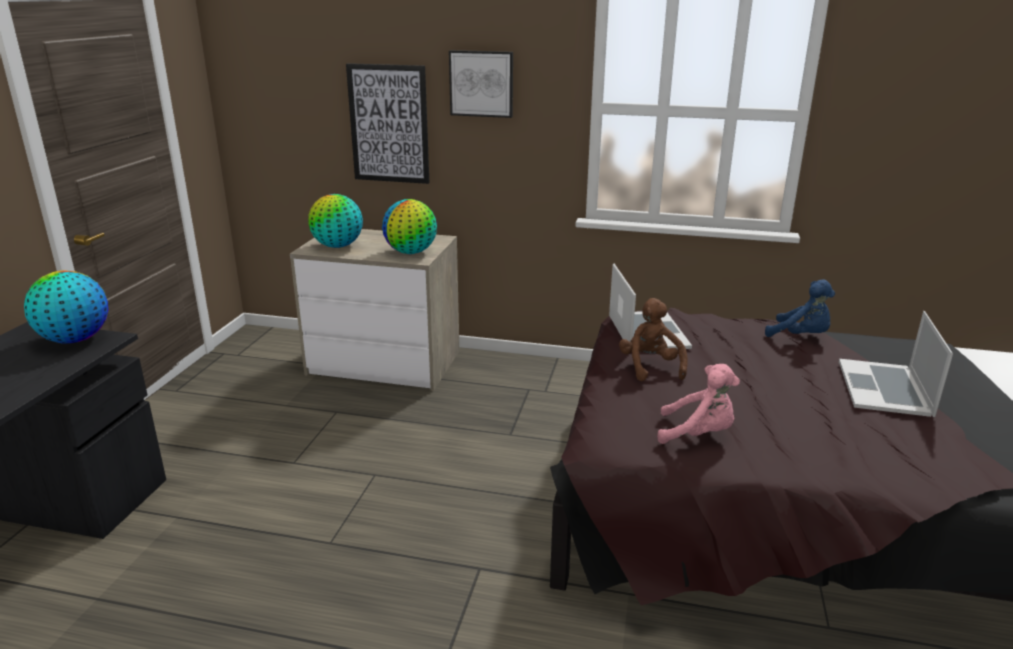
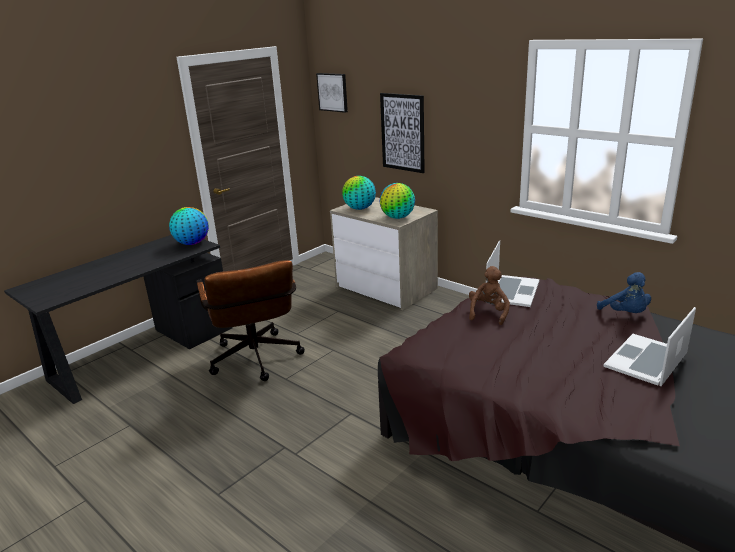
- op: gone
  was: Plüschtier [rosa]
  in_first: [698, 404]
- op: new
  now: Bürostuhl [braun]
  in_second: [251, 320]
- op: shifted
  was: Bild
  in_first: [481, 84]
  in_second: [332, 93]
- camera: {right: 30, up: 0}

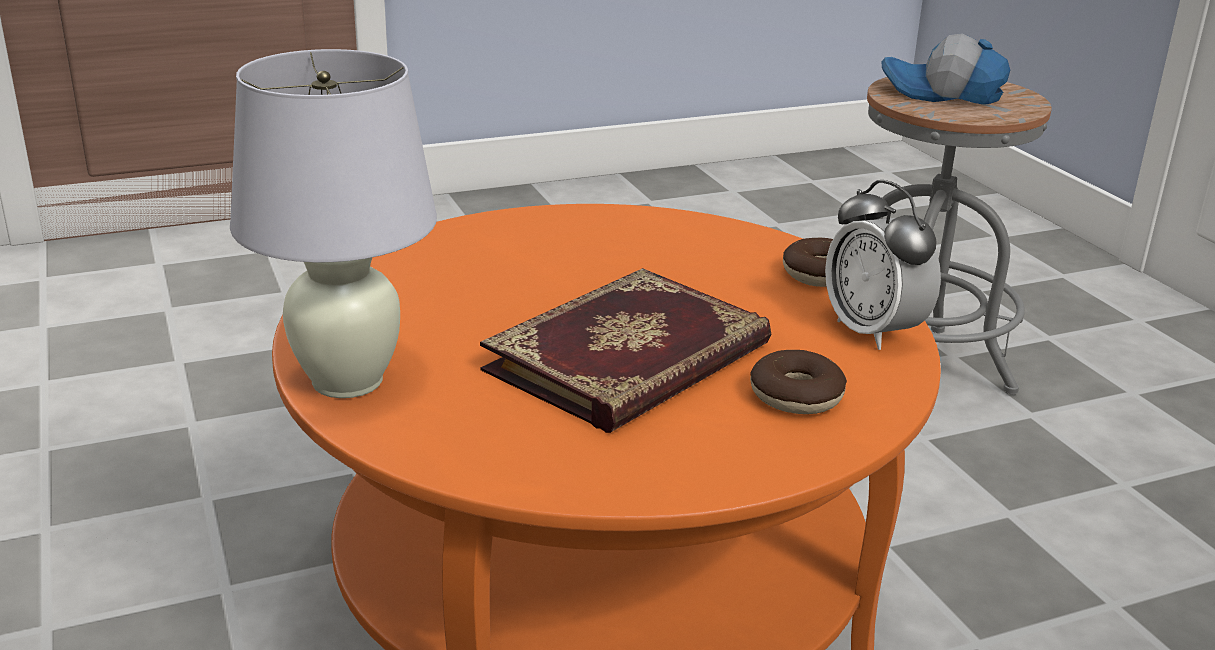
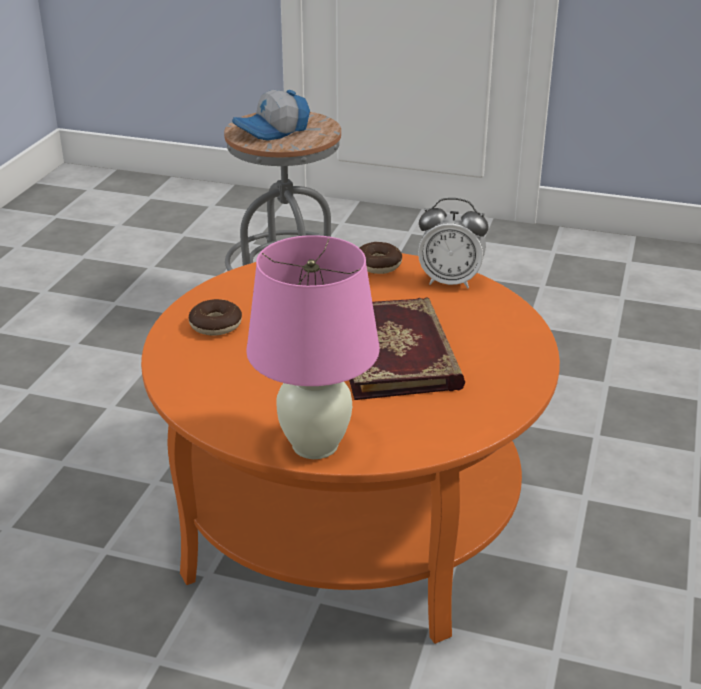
- op: shifted
  was: Donut
  in_first: [798, 382]
  in_second: [215, 317]
- op: repainted
  was: Tischlampe [weiß]
  now: Tischlampe [rosa]
  in_first: [333, 223]
  in_second: [313, 347]
- camera: {right: -50, up: 5}

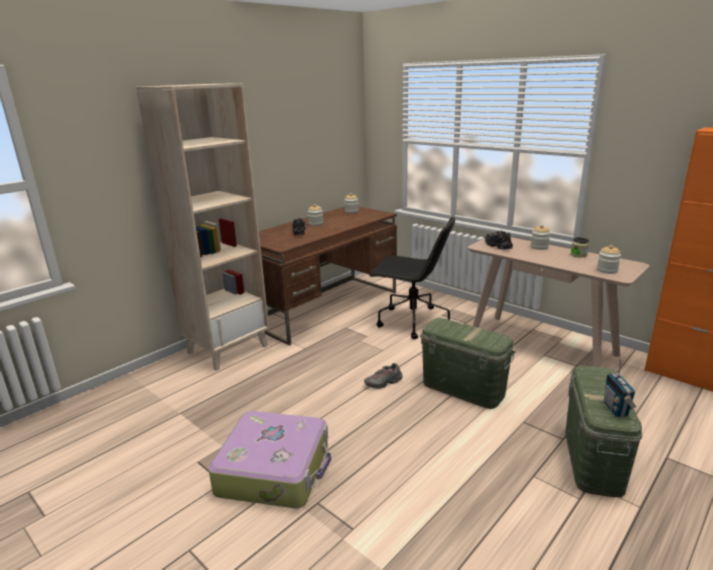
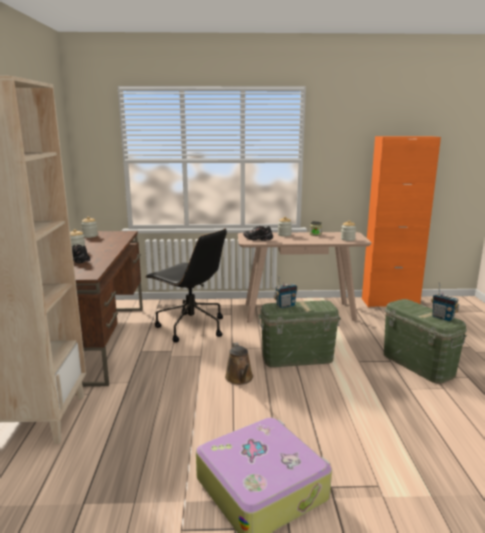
- op: new
  now: Radio
  in_second: [286, 291]
- op: swapped
  was: Schuh [grau]
  now: Gießkanne [braun]
  in_first: [383, 376]
  in_second: [239, 364]
- op: rotated
  was: Bürostuhl [schwarz]
  in_first: [412, 277]
  in_second: [186, 286]
  clockwise: 60
- camera: {right: -45, up: -5}

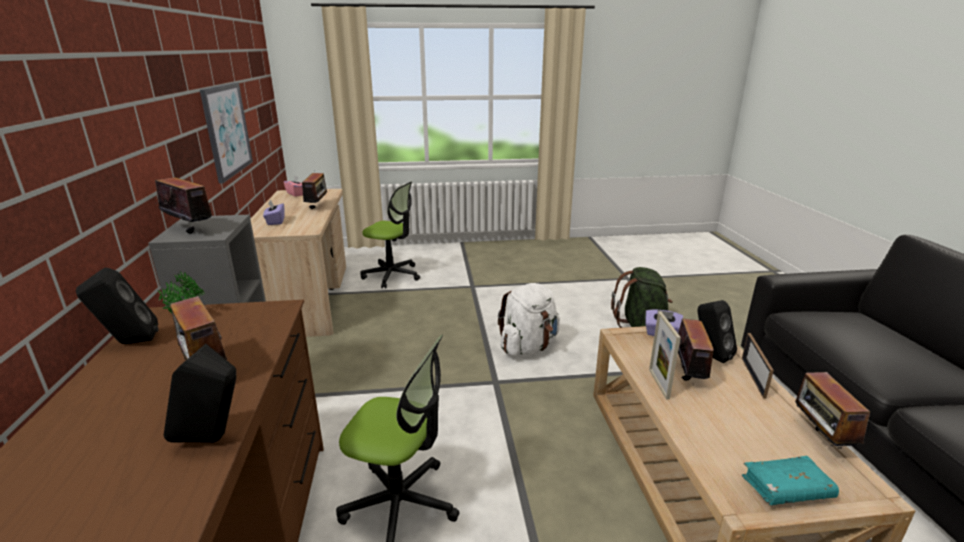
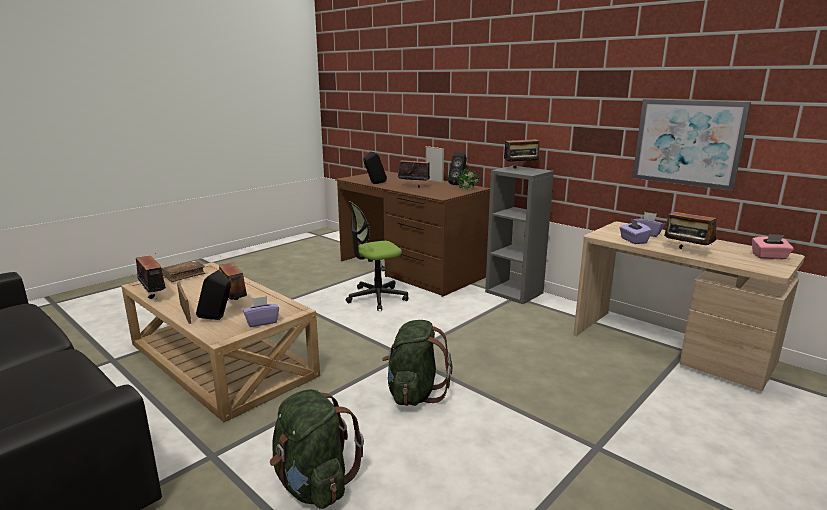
- op: gone
  was: Bürostuhl
  in_first: [390, 235]
- op: new
  now: Taschentuchbox [lila]
  in_second: [635, 231]
- op: shifted
  was: Bilderrahmen
  in_first: [665, 355]
  in_second: [435, 164]
- op: repainted
  was: Rucksack [weiß]
  now: Rucksack [grün]
  in_first: [529, 319]
  in_second: [417, 363]
- op: repainted
  was: Buch [türkis]
  now: Buch [braun]
  in_first: [790, 480]
  in_second: [183, 271]
- camera: {right: 140, up: -5}

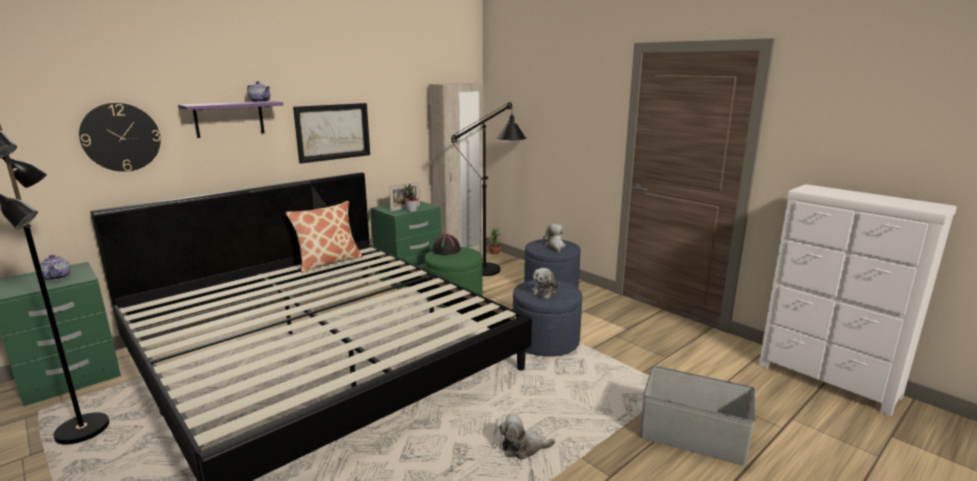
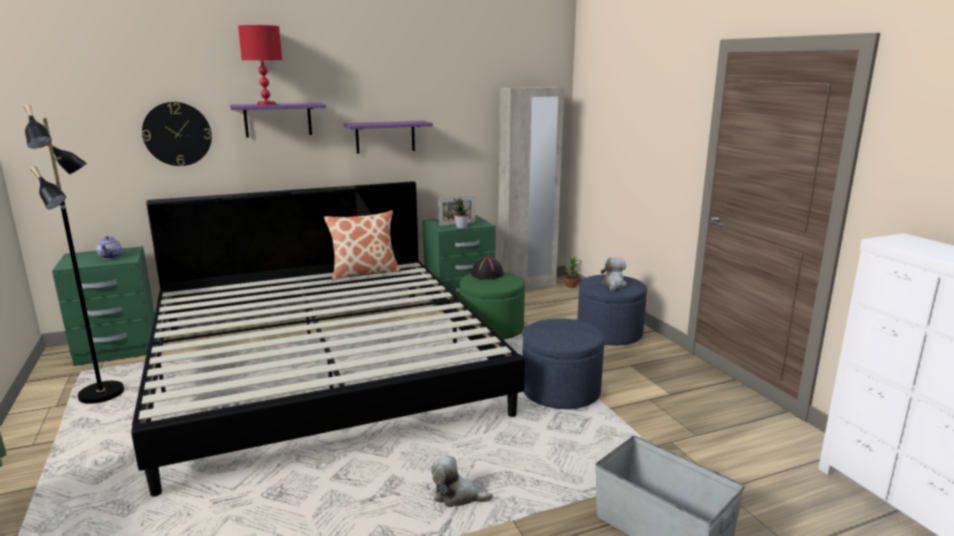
- op: gone
  was: Teekanne
  in_first: [258, 91]
- op: gone
  was: Stehlampe [schwarz]
  in_first: [488, 189]
- op: gone
  was: Plüschtier
  in_first: [545, 283]
- op: new
  now: Tischlampe [rot]
  in_second: [260, 65]
- op: swapped
  was: Bild
  now: Wandregal [lila]
  in_first: [331, 133]
  in_second: [388, 137]
- camera: {right: 20, up: 0}

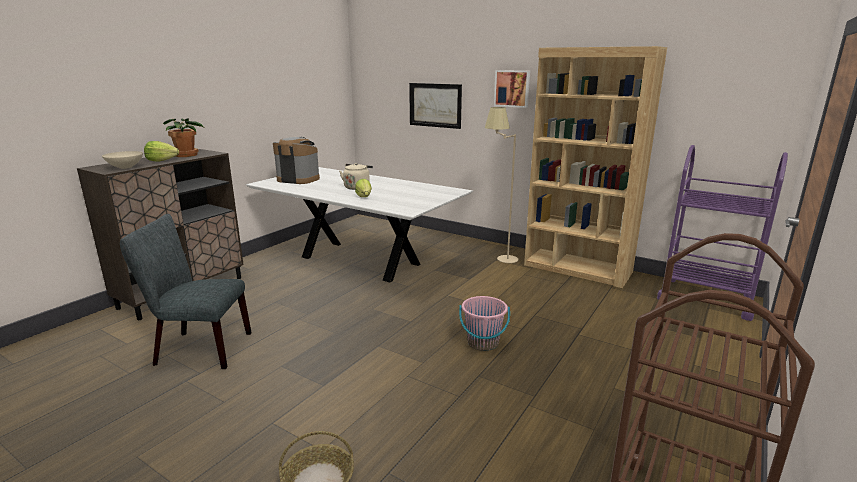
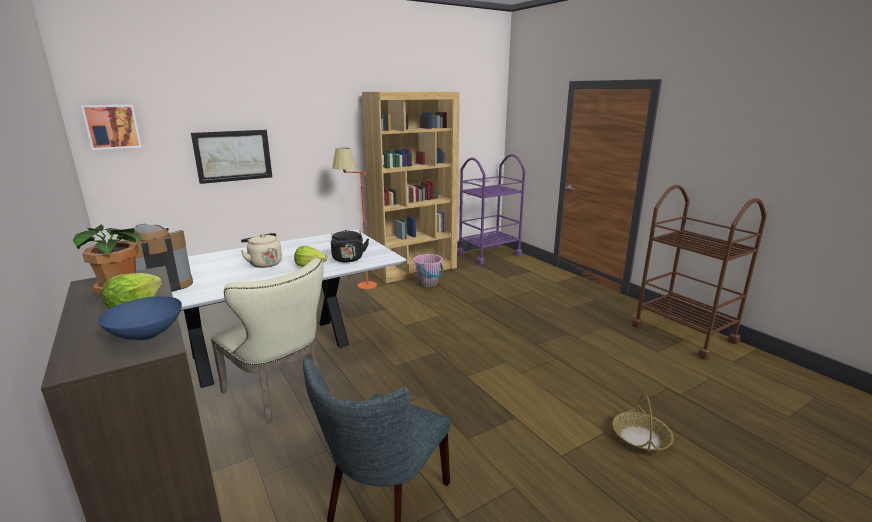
- op: new
  now: Stuhl [beige]
  in_second: [267, 341]
- op: new
  now: Wasserkessel [schwarz]
  in_second: [350, 246]
- op: shifted
  was: Eimer [rosa]
  in_first: [484, 323]
  in_second: [428, 271]
- op: shifted
  was: Bild
  in_first: [512, 89]
  in_second: [111, 127]
- op: repainted
  was: Schüssel [beige]
  now: Schüssel [blau]
  in_first: [122, 160]
  in_second: [140, 318]
- op: repainted
  was: Stehlampe [beige]
  now: Stehlampe [orange]
  in_first: [501, 185]
  in_second: [354, 218]
- camera: {right: -65, up: 0}

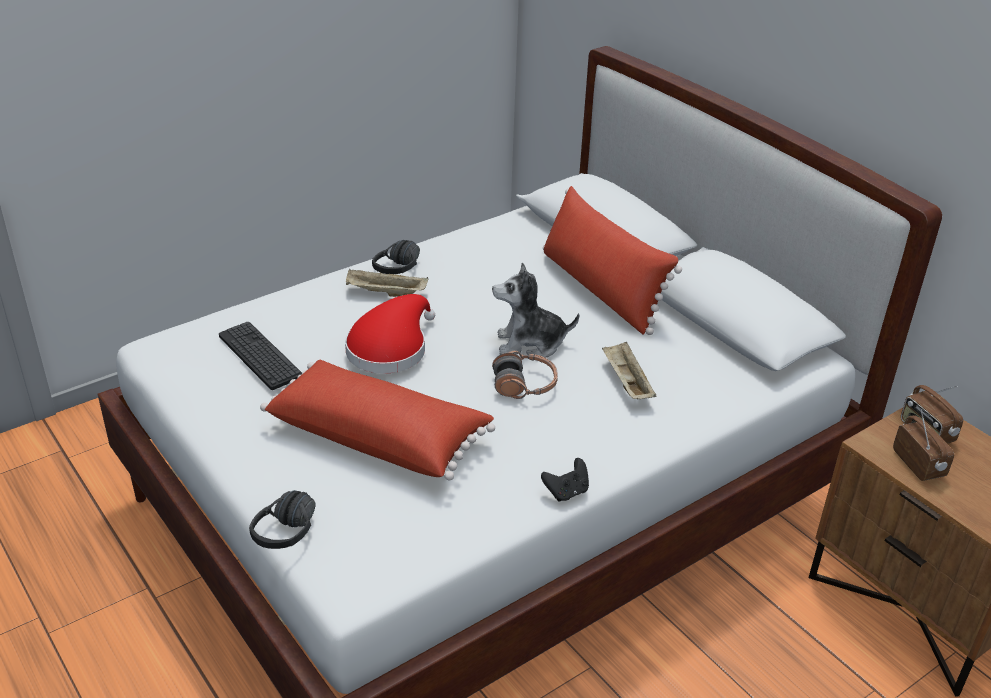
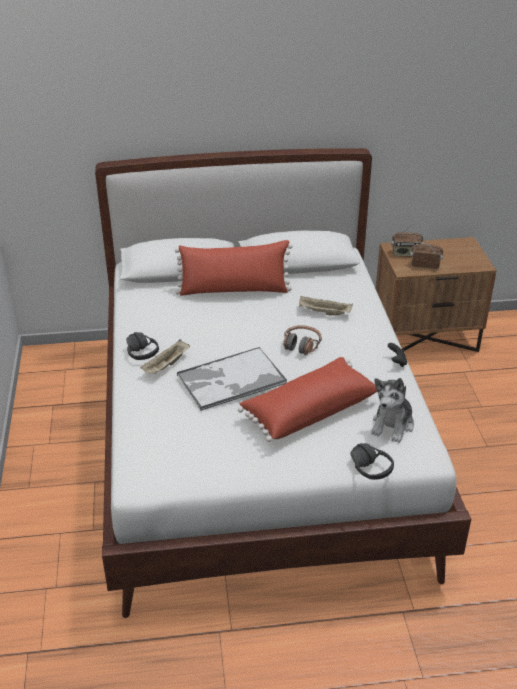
- op: gone
  was: Tastatur
  in_first: [260, 356]
- op: shifted
  was: Plüschtier
  in_first: [535, 310]
  in_second: [392, 410]
- op: swapped
  was: Hut [rot]
  now: Tablett
  in_first: [390, 334]
  in_second: [232, 379]
- camera: {right: -60, up: 0}

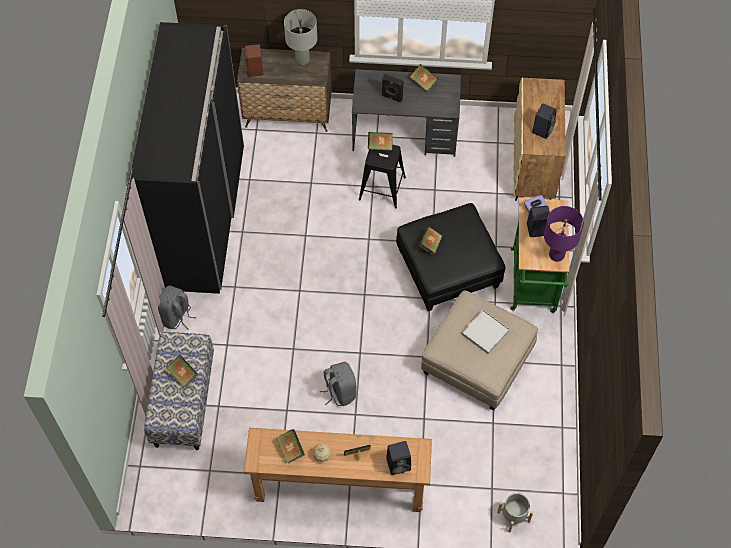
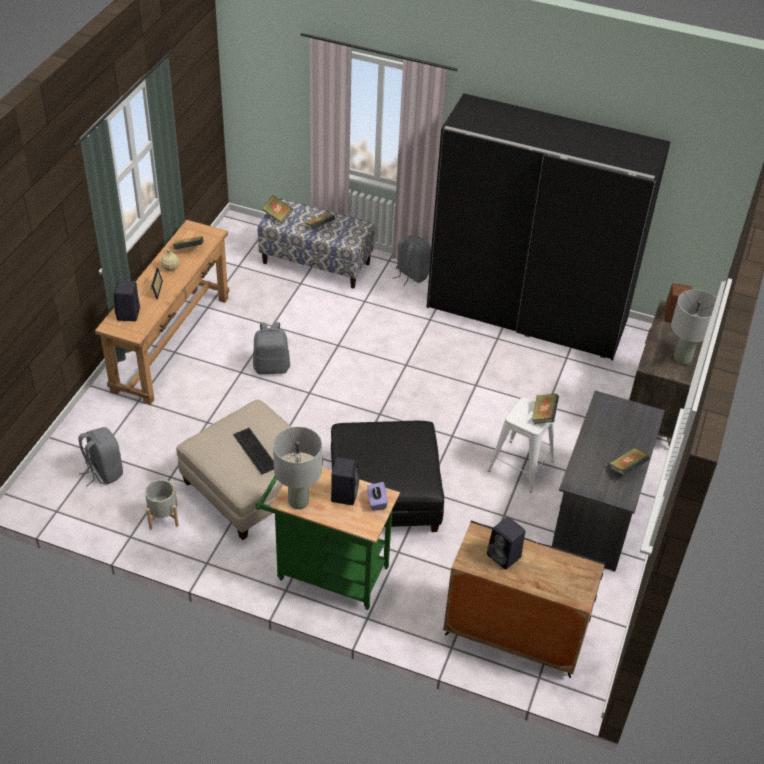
- op: gone
  was: Lautsprecher [schwarz]
  in_first: [392, 88]
- op: new
  now: Rucksack [grau]
  in_second: [100, 457]
- op: shifted
  was: Buch
  in_first: [430, 240]
  in_second: [277, 209]
- op: shifted
  was: Pflanzkübel [grau]
  in_first: [515, 512]
  in_second: [162, 505]
- op: swapped
  was: Tablett [weiß]
  now: Tastatur
  in_first: [485, 332]
  in_second: [253, 451]
- op: repainted
  was: Hocker [schwarz]
  now: Hocker [weiß]
  in_first: [382, 176]
  in_second: [521, 445]
- op: repainted
  was: Schrank [beige]
  now: Schrank [schwarz]
  in_first: [539, 139]
  in_second: [524, 599]
- op: repainted
  was: Tischlampe [lila]
  now: Tischlampe [grau]
  in_first: [564, 234]
  in_second: [297, 468]
- camera: {right: 105, up: -15}

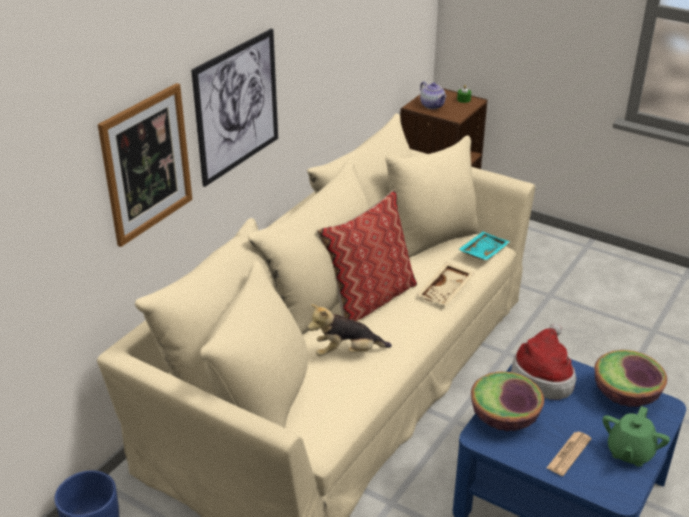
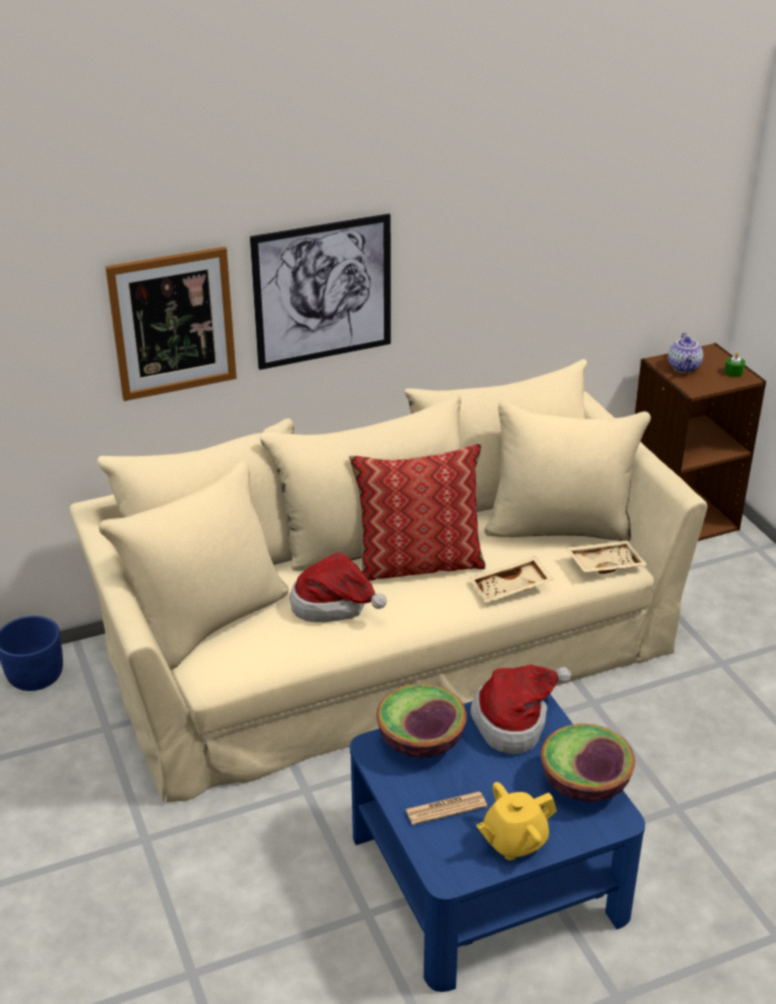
- op: swapped
  was: Plüschtier
  now: Hut
  in_first: [349, 330]
  in_second: [338, 587]
- op: repainted
  was: Tablett [türkis]
  now: Tablett [beige]
  in_first: [484, 245]
  in_second: [606, 557]
- op: repainted
  was: Teekanne [grün]
  now: Teekanne [gelb]
  in_first: [636, 436]
  in_second: [516, 821]
- camera: {right: 35, up: 0}

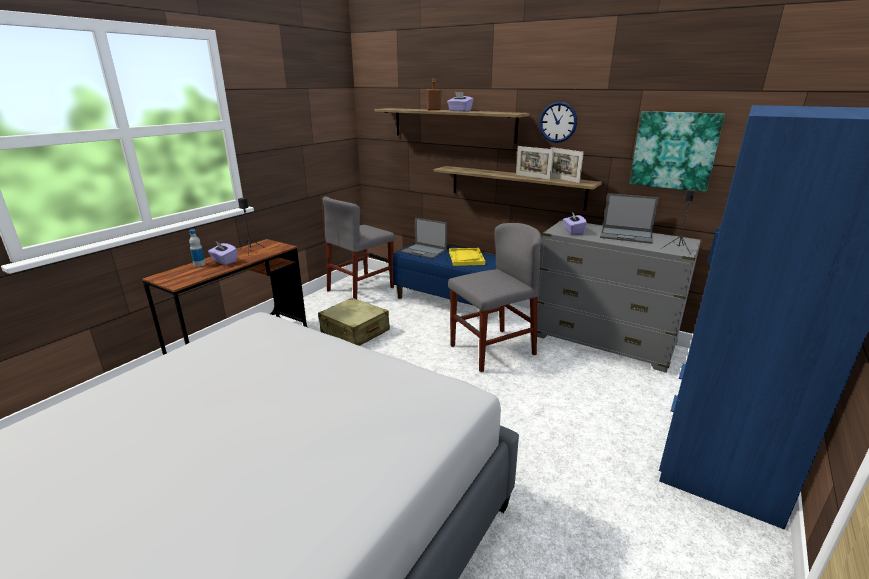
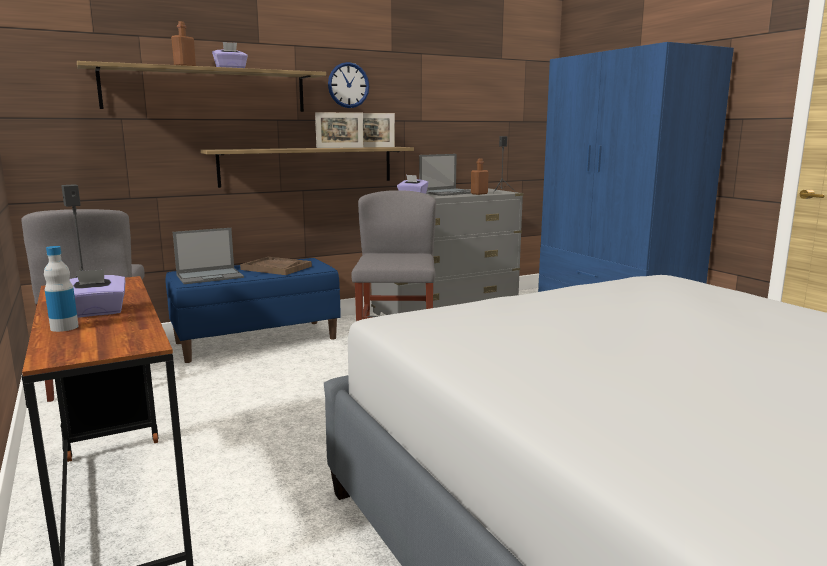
- op: gone
  was: Koffer [beige]
  in_first: [354, 322]
- op: gone
  was: Bild
  in_first: [677, 151]
- op: new
  now: Flasche [braun]
  in_second: [480, 176]
- op: repainted
  was: Tablett [gelb]
  now: Tablett [braun]
  in_first: [467, 257]
  in_second: [276, 266]
- camera: {right: -60, up: -10}

